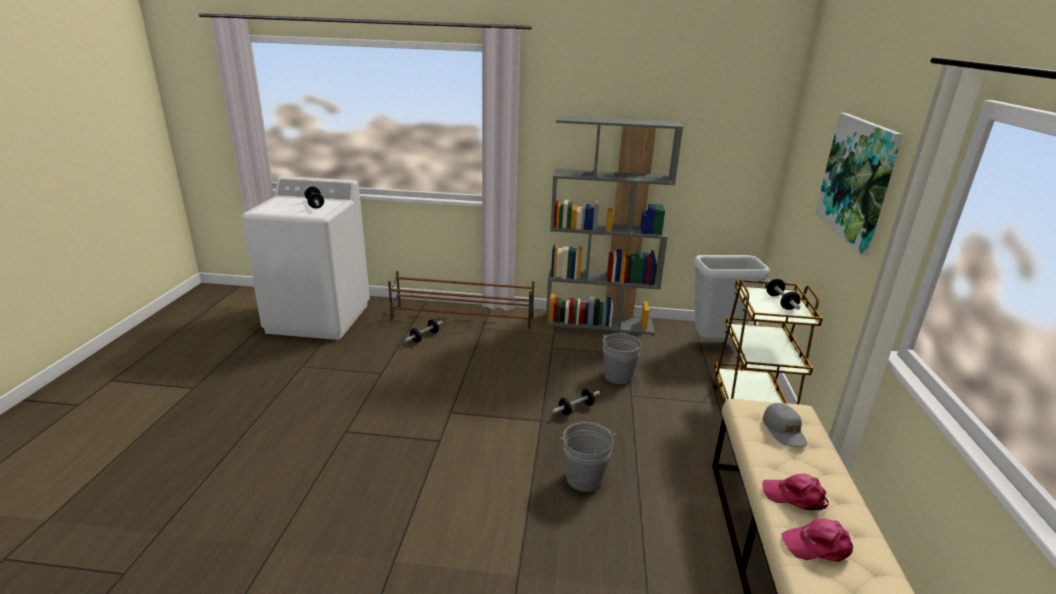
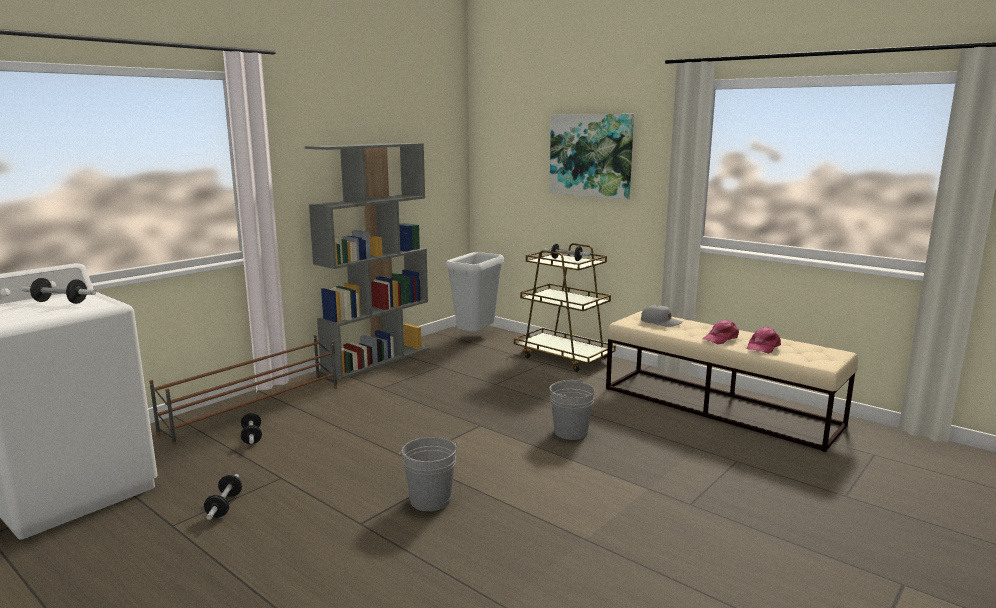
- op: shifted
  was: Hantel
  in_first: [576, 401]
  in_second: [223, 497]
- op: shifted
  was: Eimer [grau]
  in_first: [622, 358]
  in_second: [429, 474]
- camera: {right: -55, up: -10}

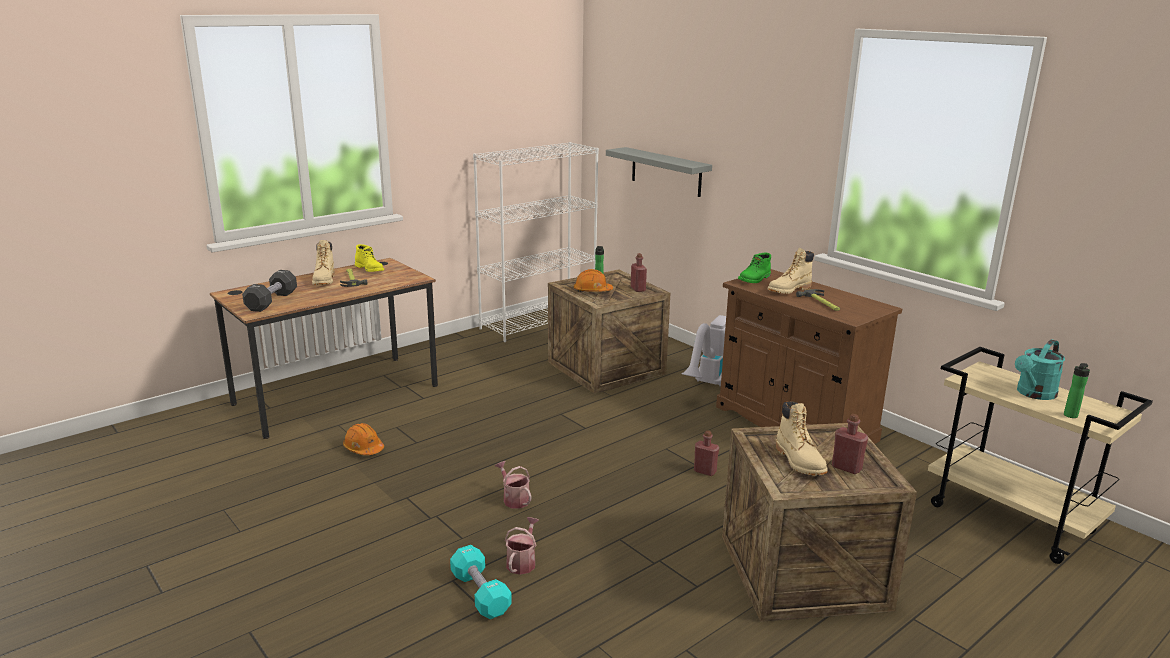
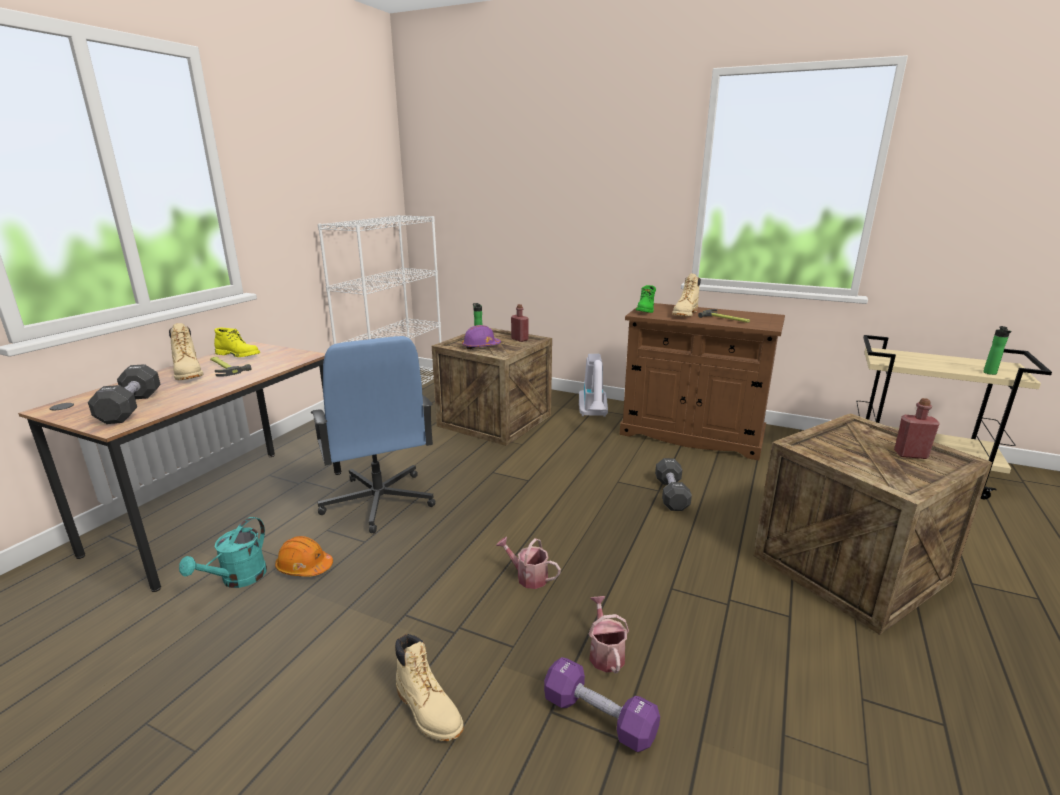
- op: gone
  was: Wandregal [grau]
  in_first: [659, 172]
- op: new
  now: Bürostuhl [blau]
  in_second: [373, 434]
- op: shifted
  was: Stiefel [beige]
  in_first: [802, 438]
  in_second: [429, 687]
- op: shifted
  was: Gießkanne [türkis]
  in_first: [1040, 369]
  in_second: [223, 552]
- op: swapped
  was: Flasche [rot]
  now: Hantel [schwarz]
  in_first: [706, 453]
  in_second: [673, 484]
- op: repainted
  was: Hantel [türkis]
  now: Hantel [lila]
  in_first: [481, 582]
  in_second: [602, 704]
- op: repainted
  was: Schutzhelm [orange]
  now: Schutzhelm [lila]
  in_first: [593, 280]
  in_second: [481, 337]
- camera: {right: -25, up: 0}

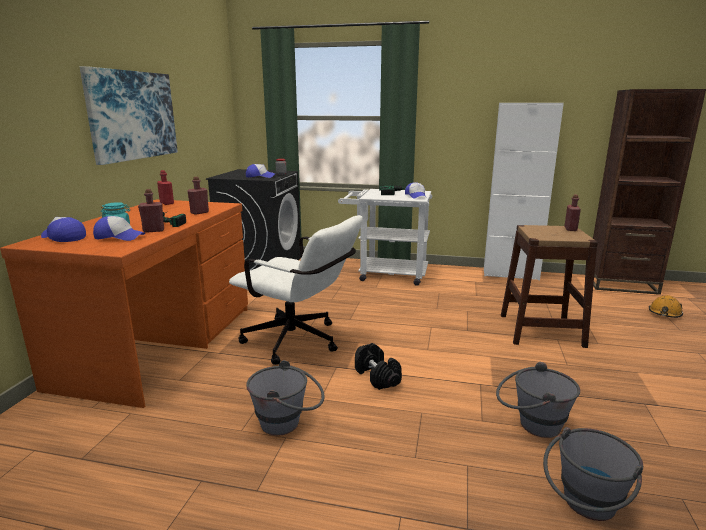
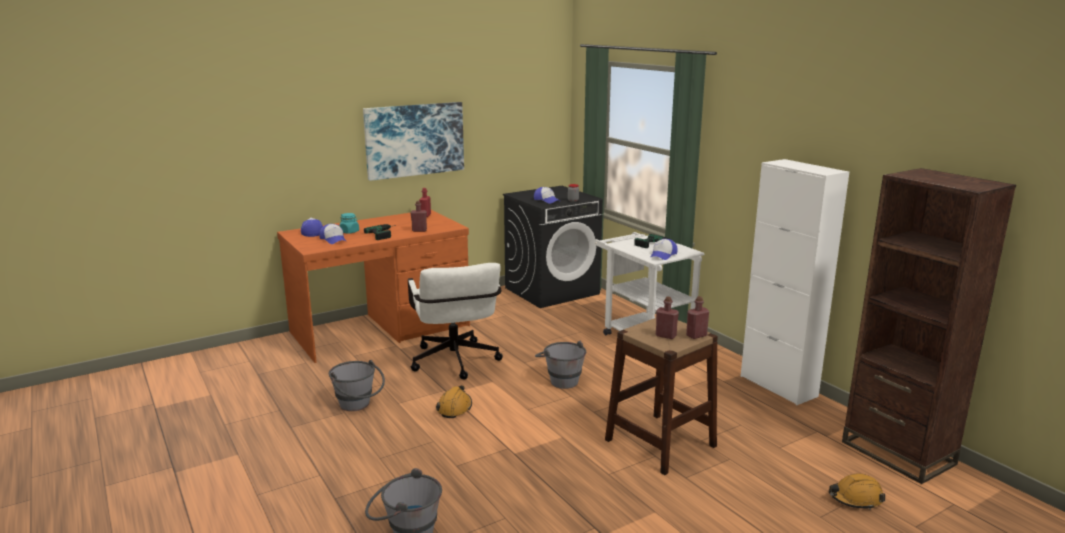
- op: shifted
  was: Flasche [rot]
  in_first: [151, 211]
  in_second: [667, 318]
- op: shifted
  was: Eimer [grau]
  in_first: [538, 400]
  in_second: [560, 365]
- op: swapped
  was: Hantel [schwarz]
  now: Schutzhelm [orange]
  in_first: [378, 366]
  in_second: [454, 401]
- camera: {right: 45, up: 0}

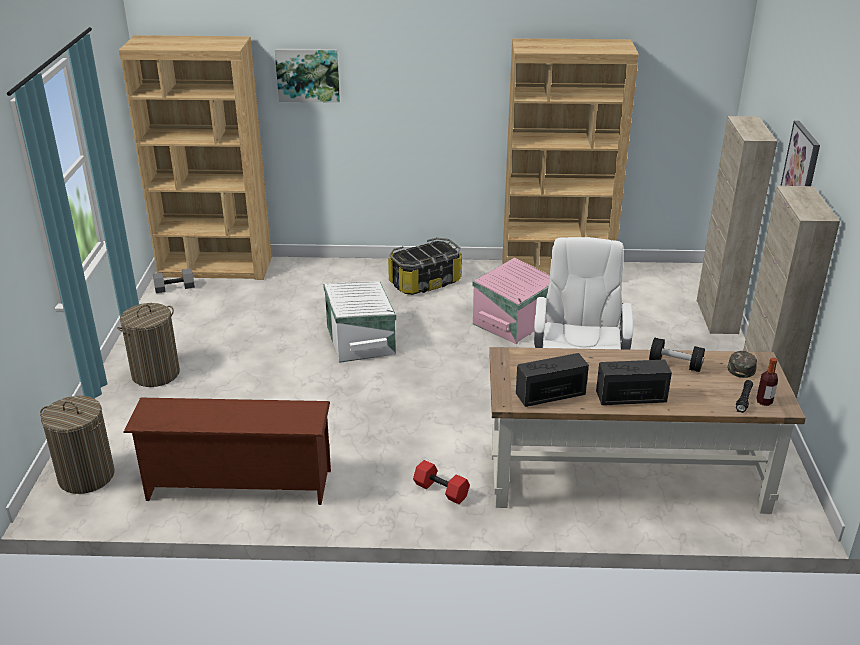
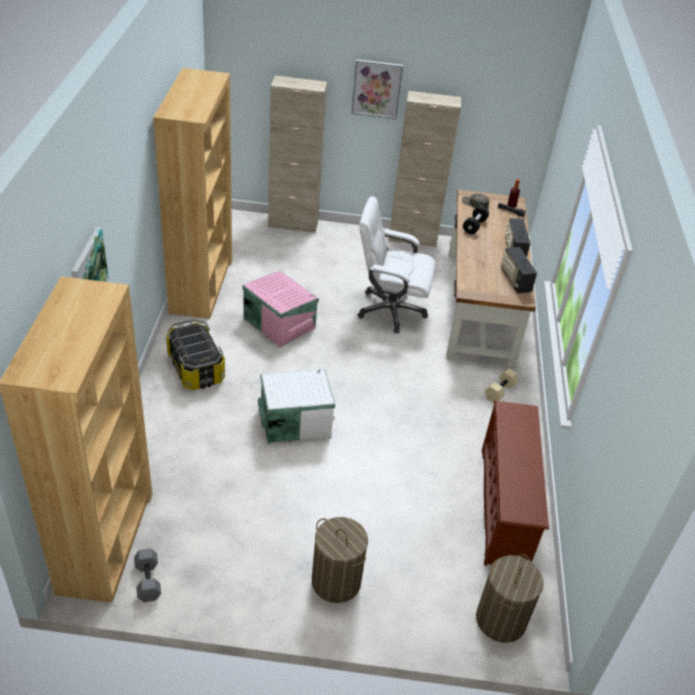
- op: repainted
  was: Hantel [rot]
  now: Hantel [beige]
  in_first: [441, 482]
  in_second: [502, 385]
- camera: {right: -90, up: 10}

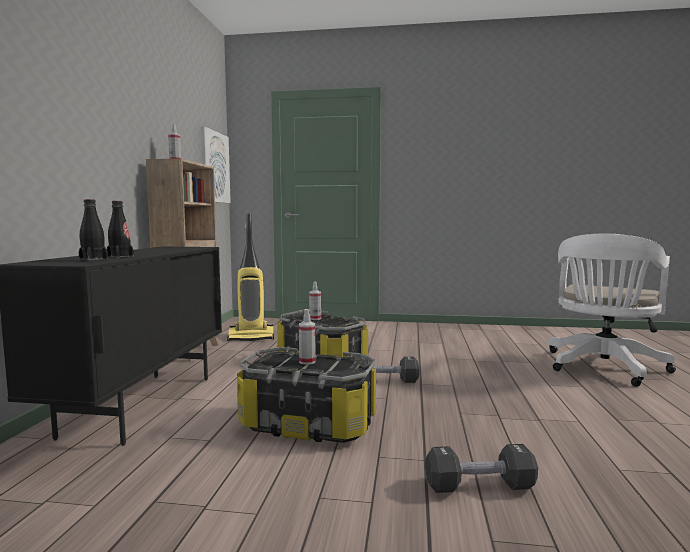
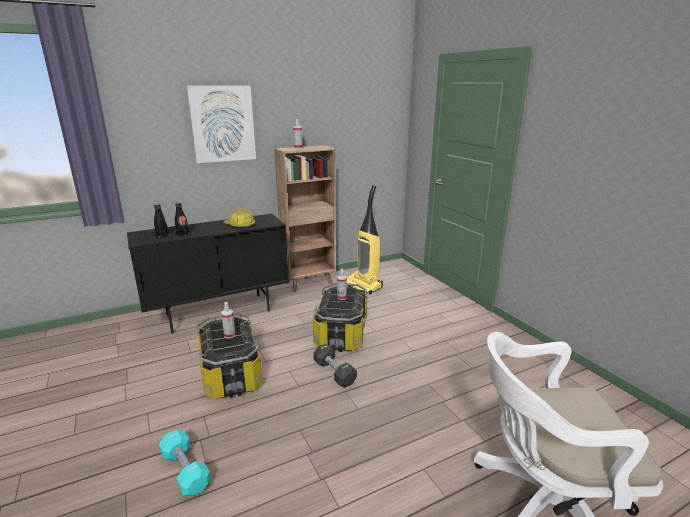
- op: new
  now: Schutzhelm
  in_second: [239, 218]
- op: shifted
  was: Bild
  in_first: [215, 164]
  in_second: [221, 124]
- op: repainted
  was: Hantel [schwarz]
  now: Hantel [türkis]
  in_first: [481, 468]
  in_second: [185, 463]
- camera: {right: 55, up: 15}

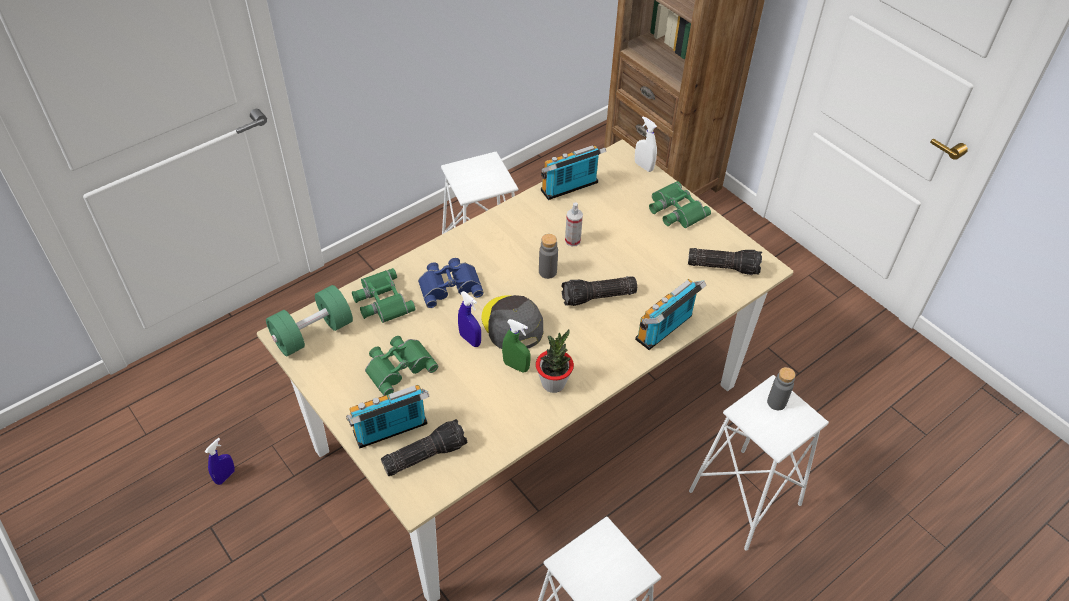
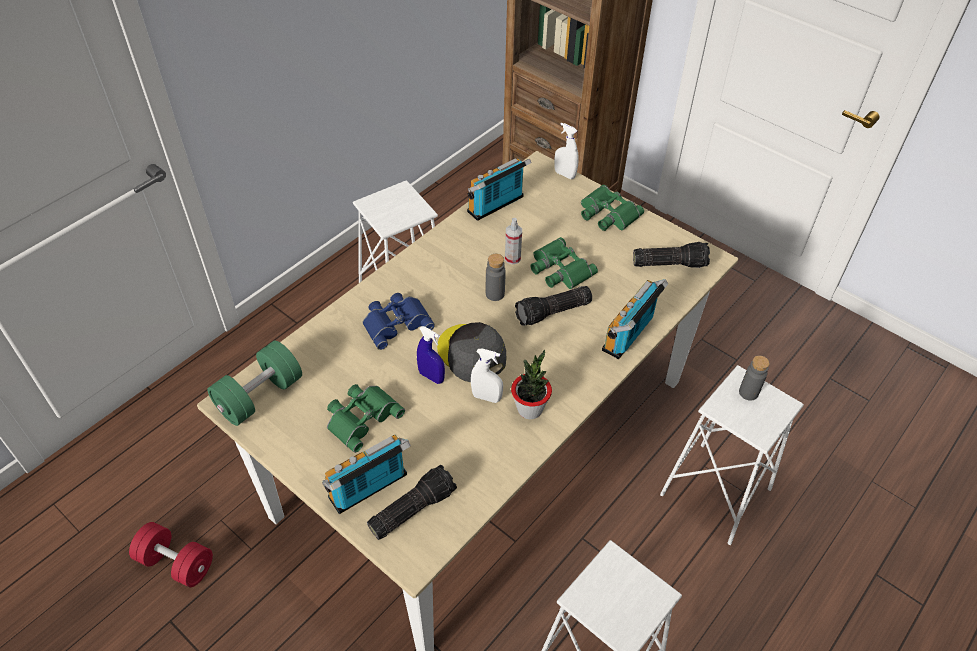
- op: shifted
  was: Fernglas [grün]
  in_first: [384, 295]
  in_second: [564, 263]
- op: swapped
  was: Sprühflasche [blau]
  now: Hantel [rot]
  in_first: [219, 461]
  in_second: [171, 554]
- op: repainted
  was: Sprühflasche [grün]
  now: Sprühflasche [weiß]
  in_first: [516, 346]
  in_second: [487, 376]
- camera: {right: -10, up: 0}

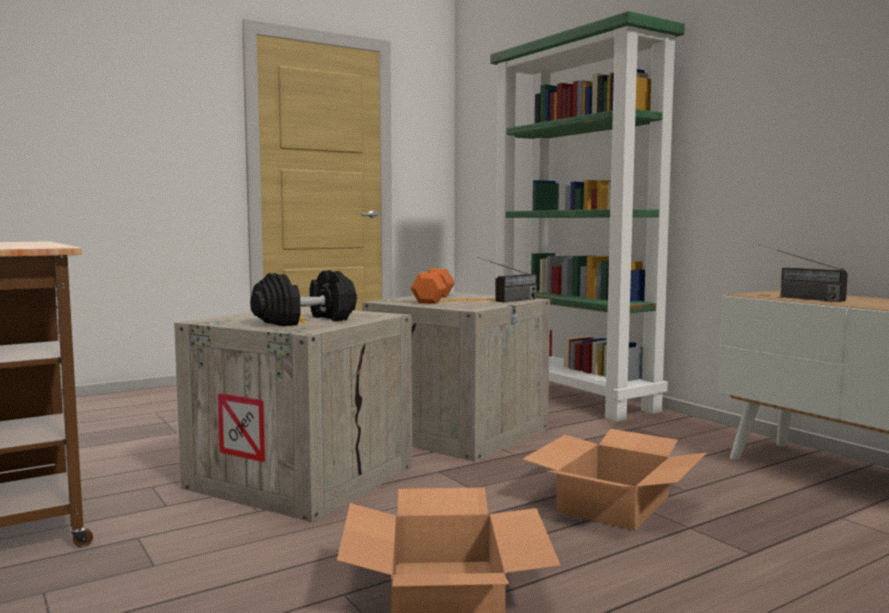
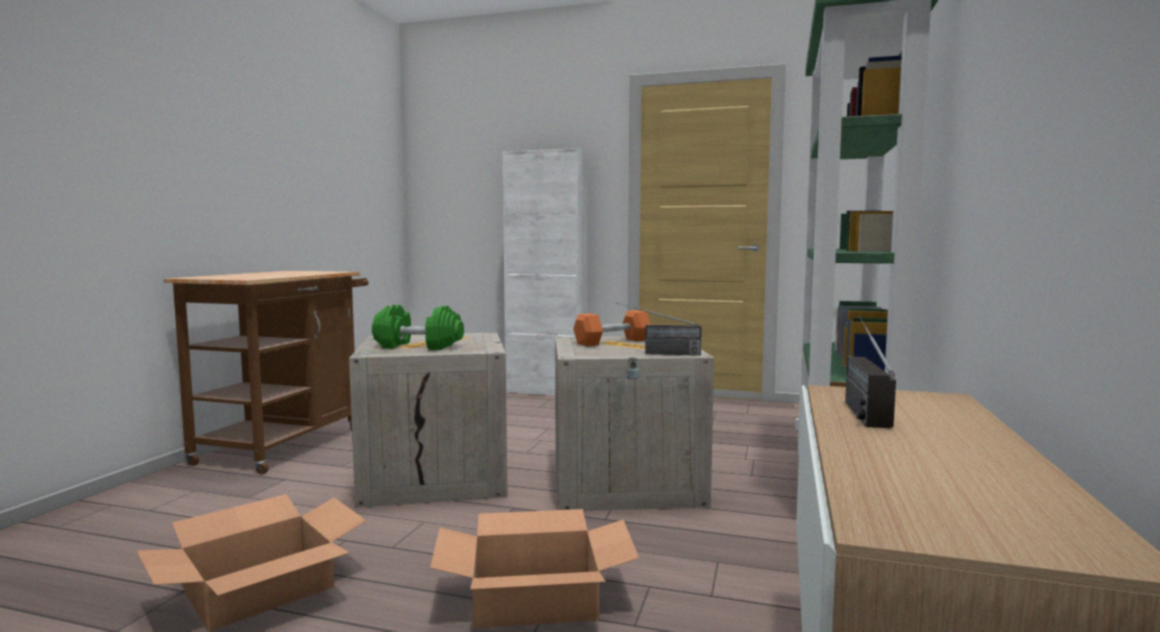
- op: new
  now: Schrank [weiß]
  in_second: [545, 272]
- op: repainted
  was: Hantel [schwarz]
  now: Hantel [grün]
  in_first: [303, 298]
  in_second: [418, 327]
- camera: {right: 50, up: 0}

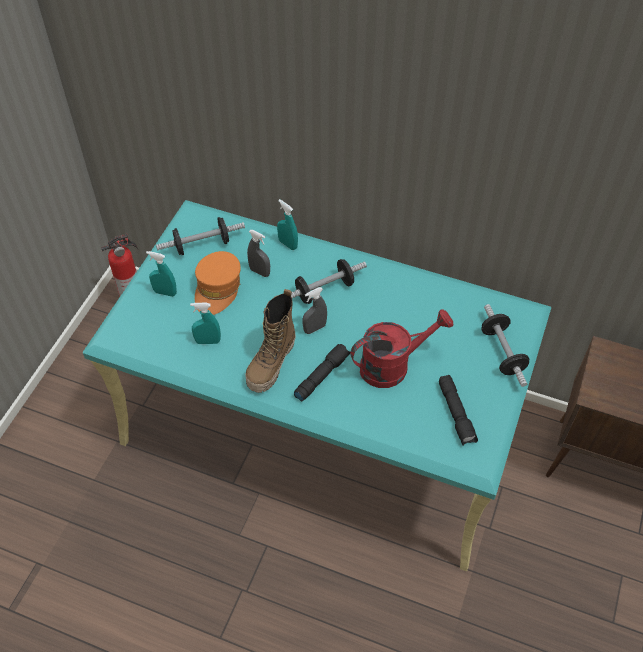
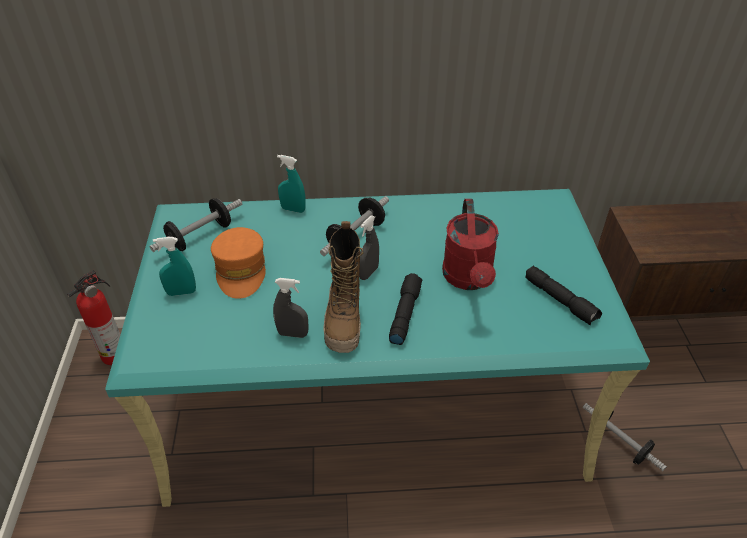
- op: gone
  was: Sprühflasche [türkis]
  in_first: [205, 323]
- op: shifted
  was: Sprühflasche [grau]
  in_first: [258, 253]
  in_second: [291, 308]
- op: shifted
  was: Hantel
  in_first: [505, 345]
  in_second: [625, 437]
- op: rotated
  was: Gießkanne [rot]
  in_first: [401, 348]
  in_second: [470, 244]
  clockwise: 135
- camera: {right: -25, up: -10}

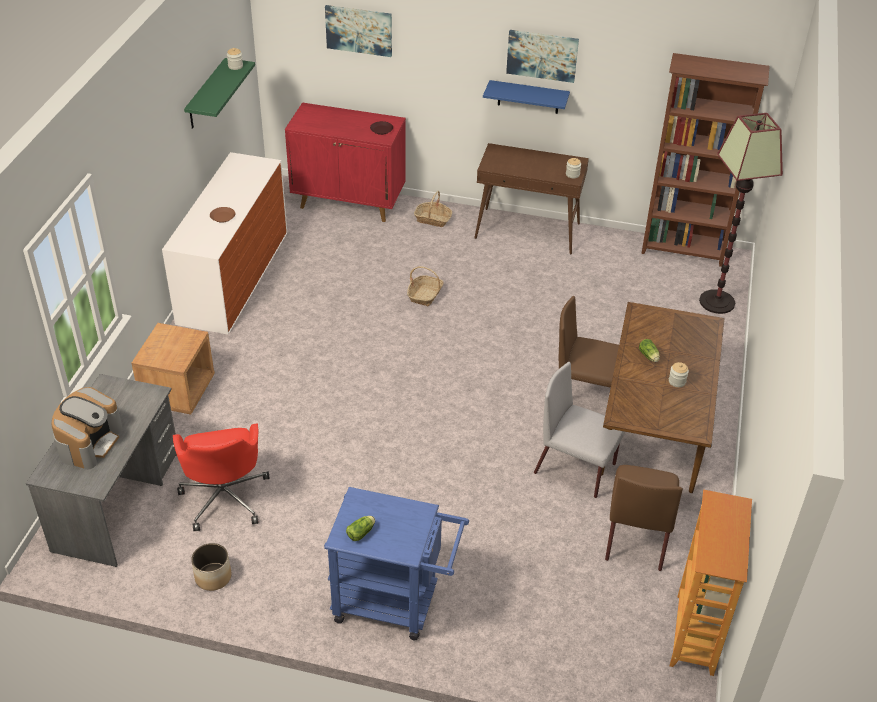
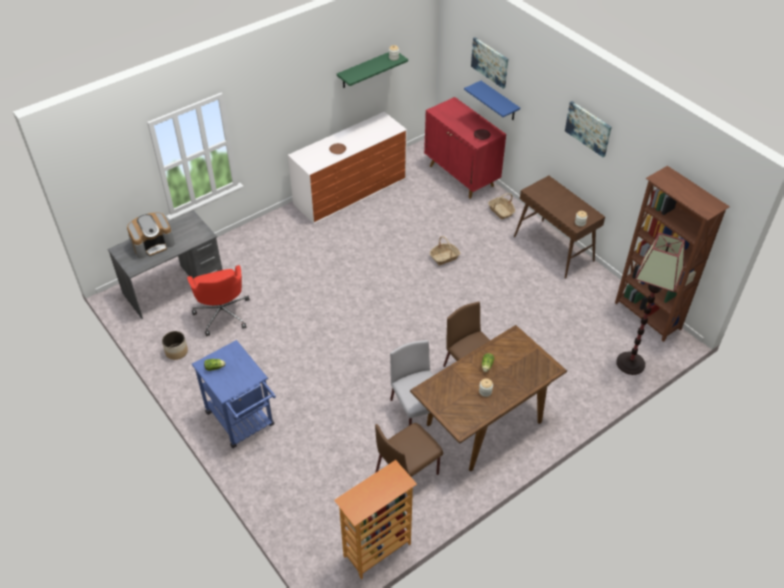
- op: gone
  was: Nachttisch [braun]
  in_first: [173, 369]
- op: shifted
  was: Wandregal [blau]
  in_first: [526, 97]
  in_second: [492, 100]
- op: rotated
  was: Bürostuhl [rot]
  in_first: [221, 477]
  in_second: [218, 300]
  clockwise: -45
- camera: {right: 40, up: 5}

